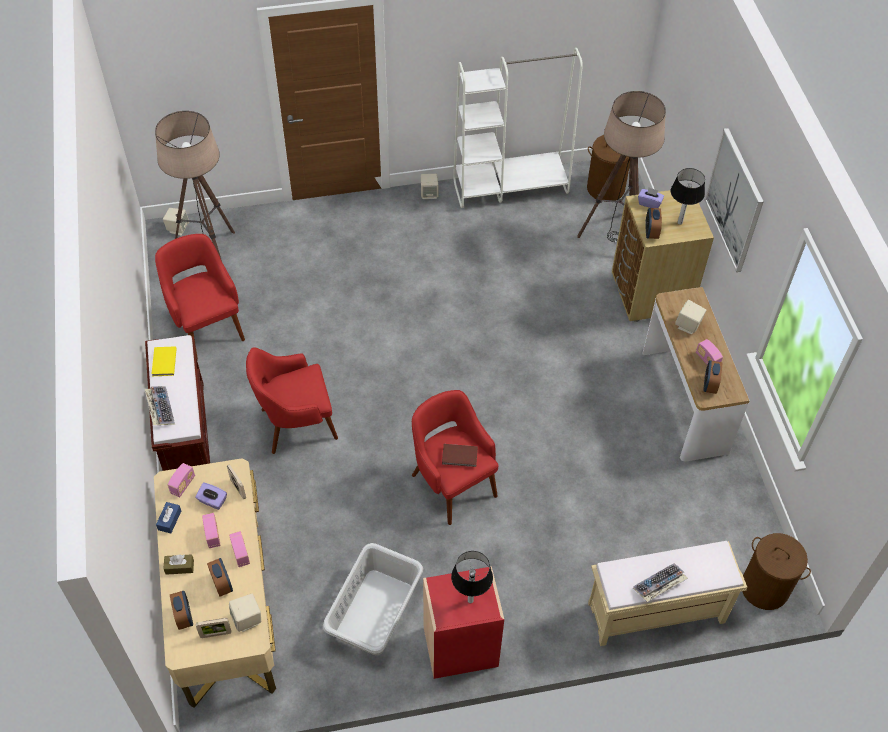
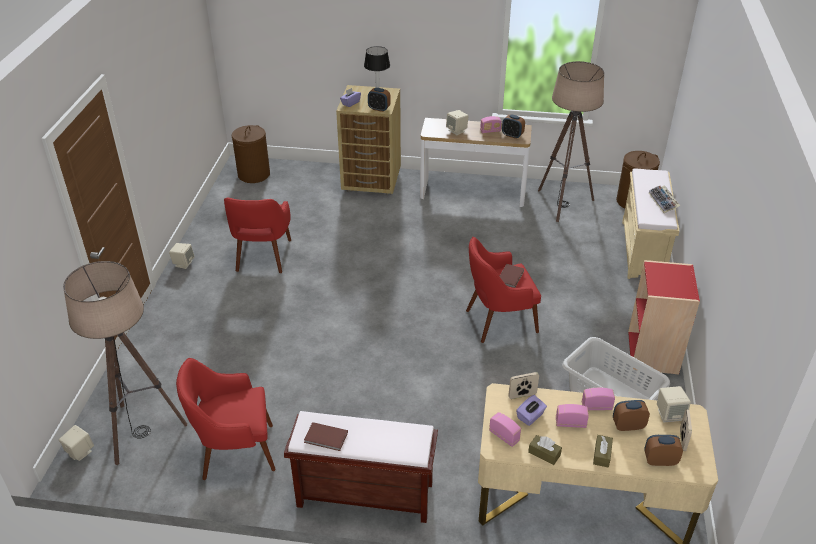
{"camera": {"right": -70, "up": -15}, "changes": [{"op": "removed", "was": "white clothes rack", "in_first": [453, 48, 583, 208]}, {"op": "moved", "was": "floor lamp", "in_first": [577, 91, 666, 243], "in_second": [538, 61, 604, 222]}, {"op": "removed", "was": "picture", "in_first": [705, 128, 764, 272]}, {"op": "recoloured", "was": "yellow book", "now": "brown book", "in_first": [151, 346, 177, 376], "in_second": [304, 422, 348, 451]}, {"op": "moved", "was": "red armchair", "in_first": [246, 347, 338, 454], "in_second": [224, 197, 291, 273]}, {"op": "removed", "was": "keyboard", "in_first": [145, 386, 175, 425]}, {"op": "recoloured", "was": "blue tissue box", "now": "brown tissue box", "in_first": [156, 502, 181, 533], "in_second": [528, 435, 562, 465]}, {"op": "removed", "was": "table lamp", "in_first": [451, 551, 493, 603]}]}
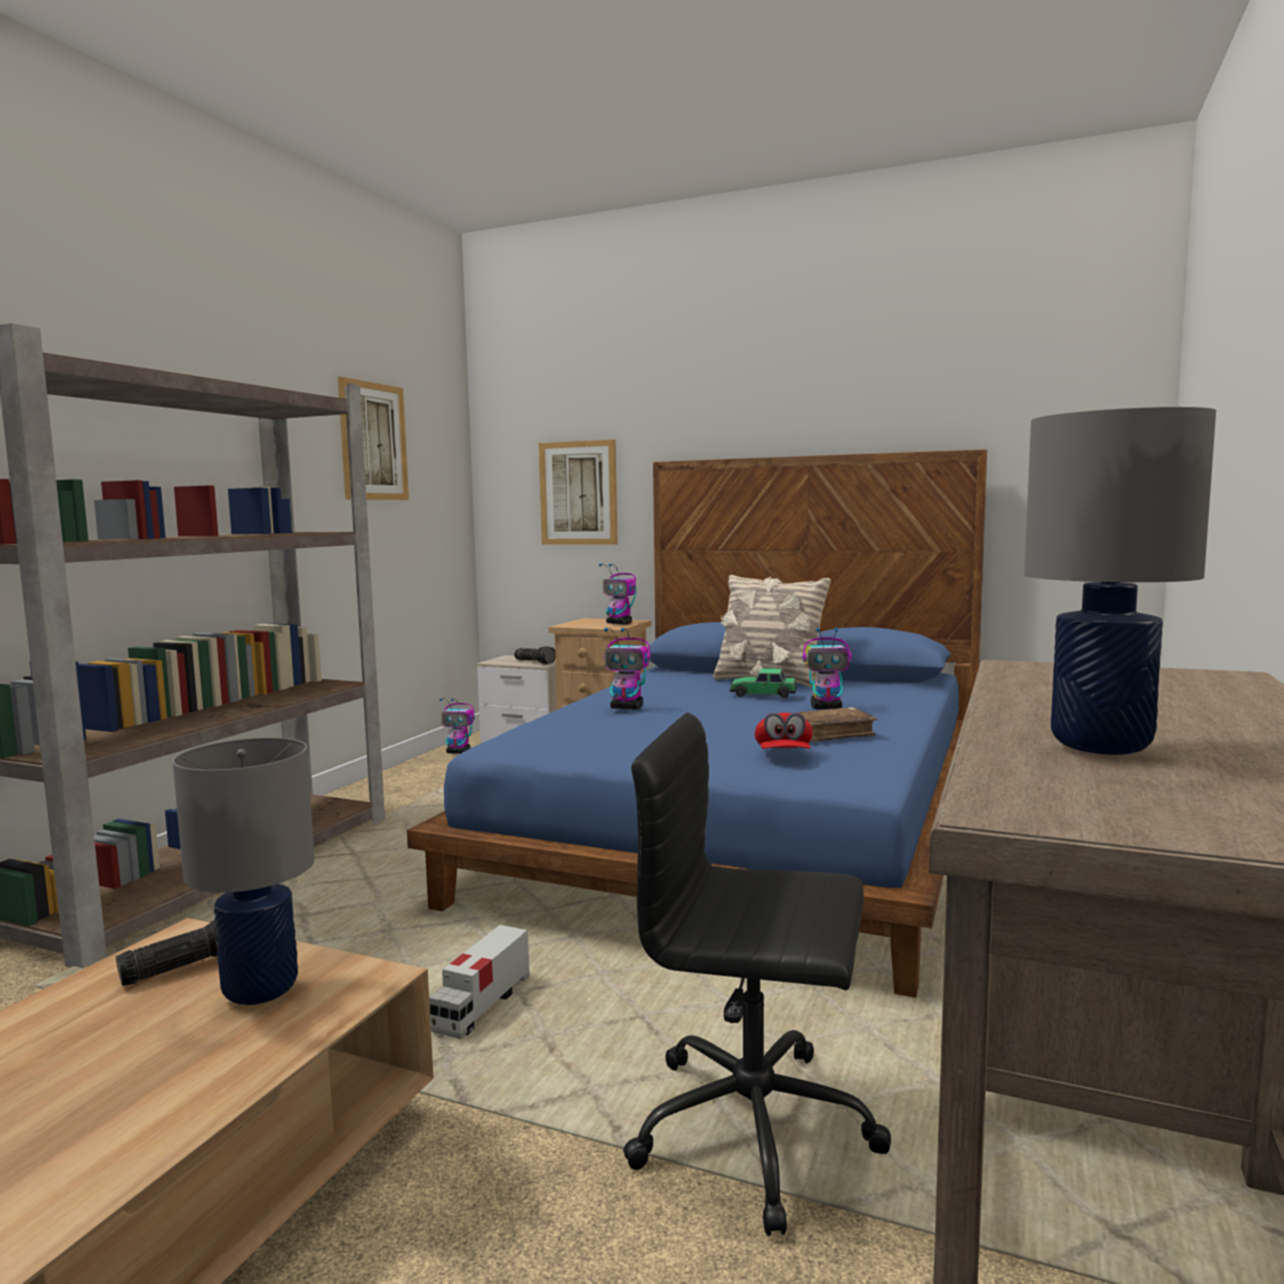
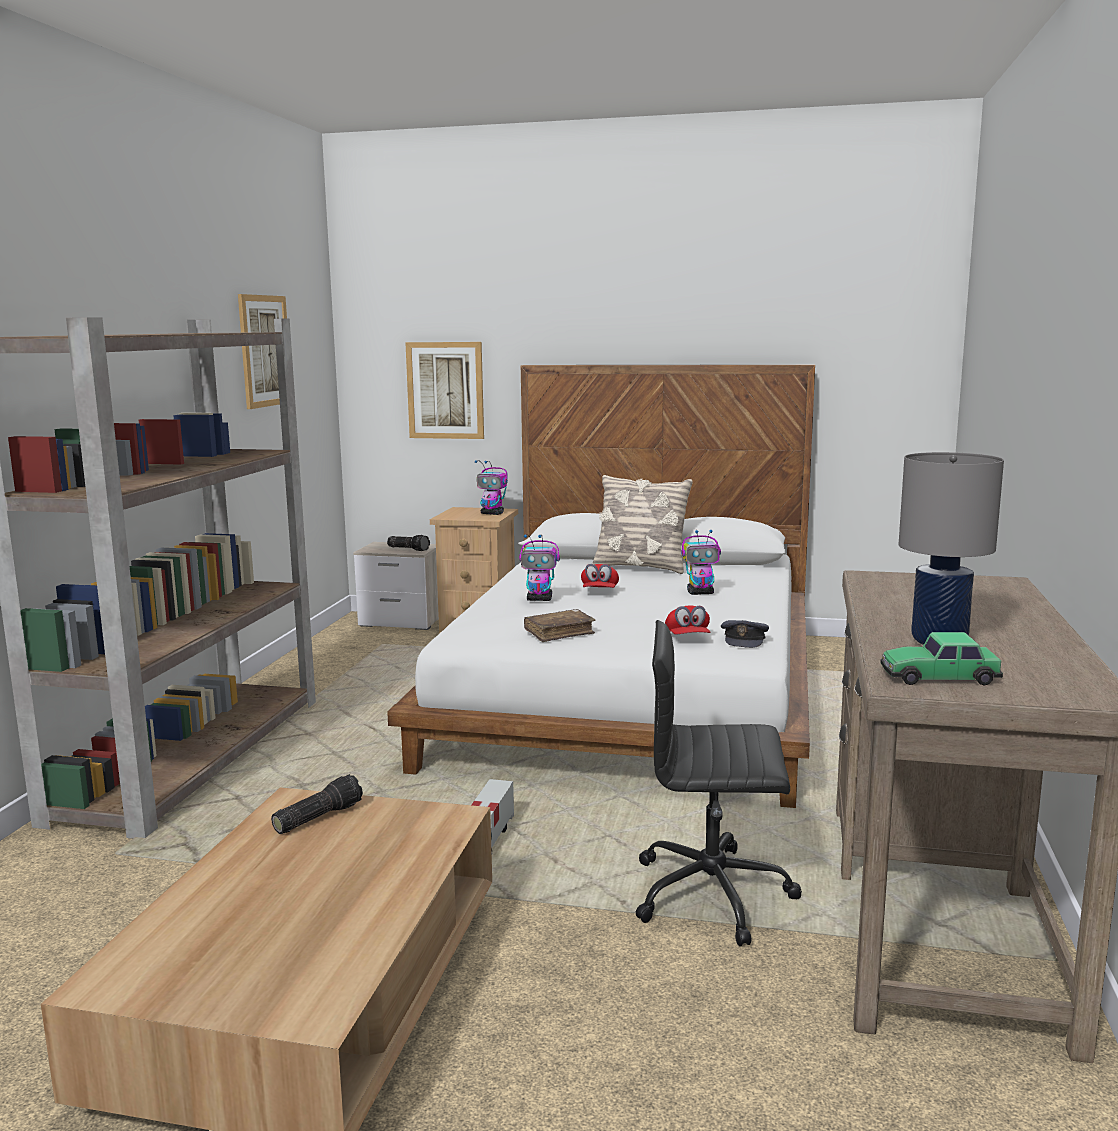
{"camera": {"right": -10, "up": 5}, "changes": [{"op": "recoloured", "was": "blue bed", "now": "white bed", "in_first": [407, 449, 987, 998], "in_second": [387, 364, 815, 808]}, {"op": "moved", "was": "toy car", "in_first": [730, 668, 797, 698], "in_second": [880, 632, 1003, 686]}, {"op": "removed", "was": "toy robot", "in_first": [440, 698, 475, 754]}, {"op": "moved", "was": "brown book", "in_first": [797, 707, 878, 742], "in_second": [524, 609, 596, 642]}, {"op": "removed", "was": "grey table lamp", "in_first": [173, 738, 315, 1005]}, {"op": "added", "now": "red cap", "in_second": [581, 564, 619, 588]}, {"op": "added", "now": "grey cap", "in_second": [721, 620, 769, 648]}]}
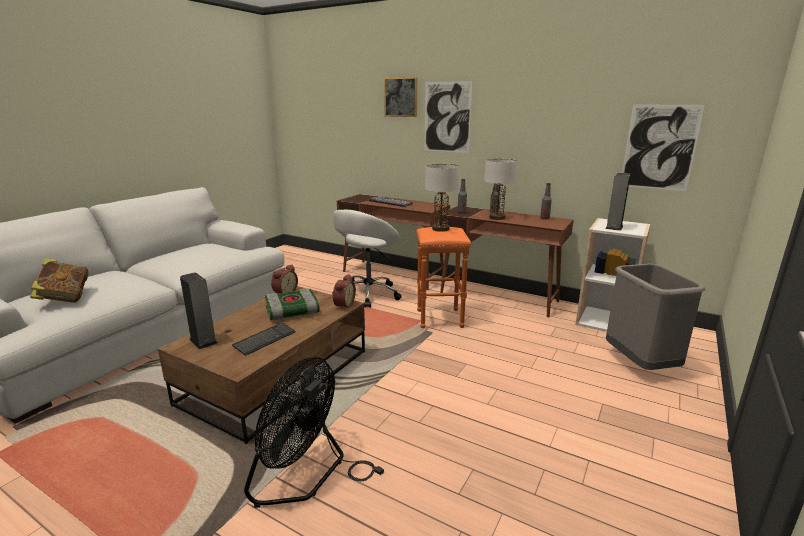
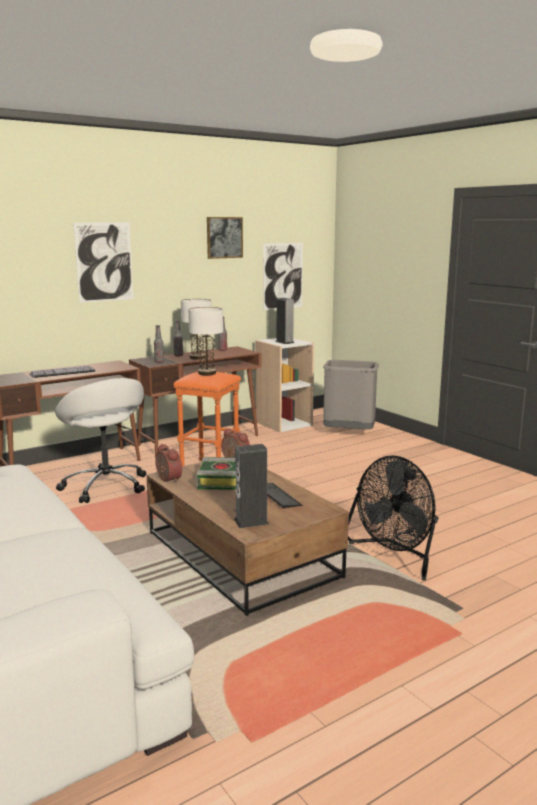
{"camera": {"right": -65, "up": -5}, "changes": [{"op": "moved", "was": "picture", "in_first": [384, 77, 417, 117], "in_second": [207, 217, 243, 259]}, {"op": "removed", "was": "book", "in_first": [30, 258, 89, 303]}]}
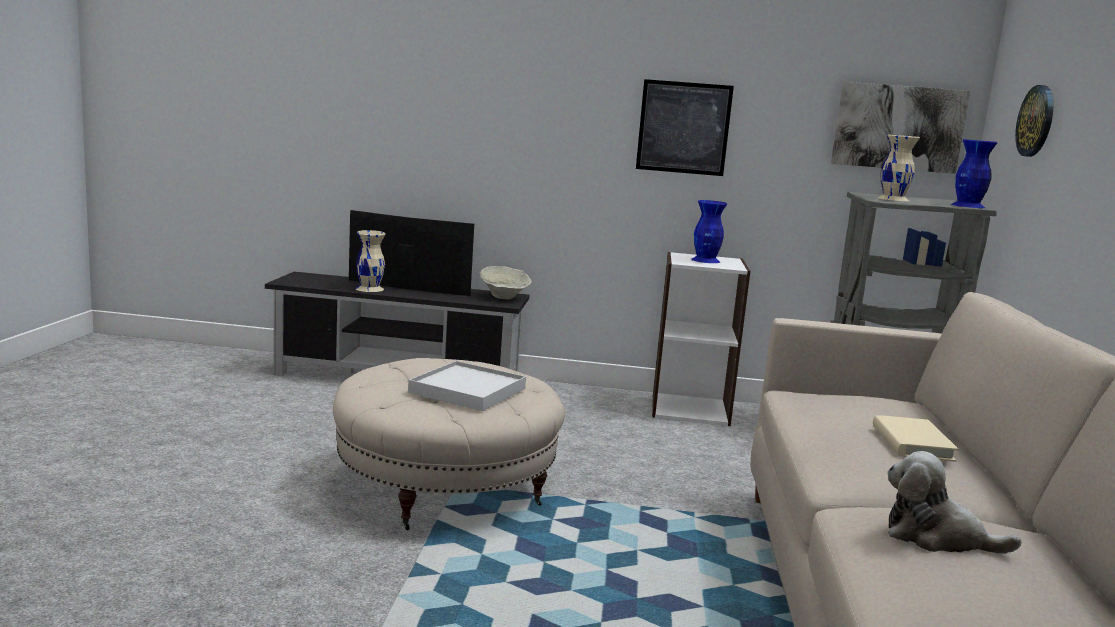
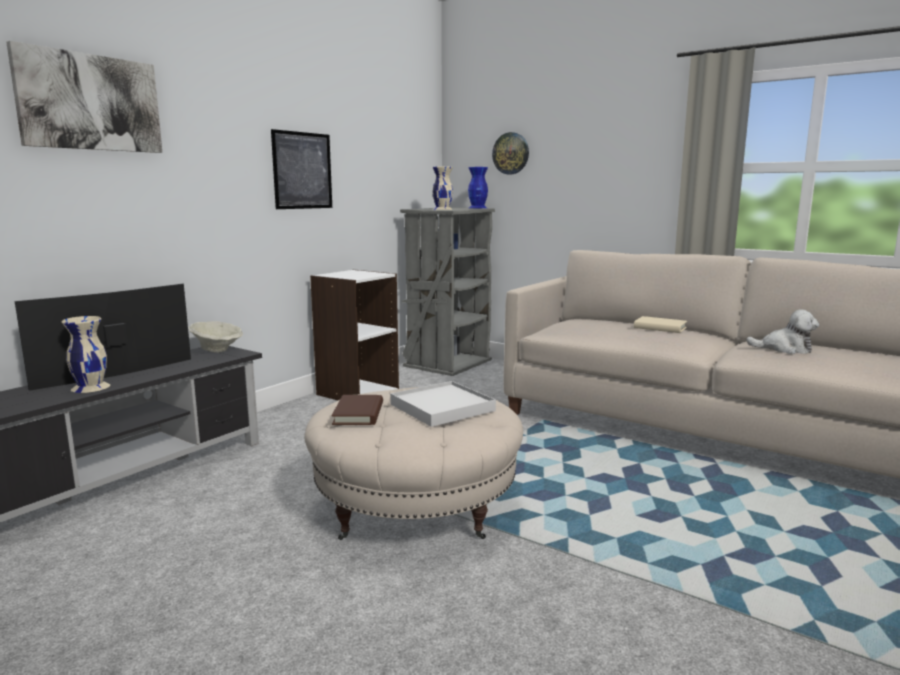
{"camera": {"right": -60, "up": 0}, "changes": [{"op": "moved", "was": "picture", "in_first": [831, 82, 970, 174], "in_second": [6, 41, 162, 153]}, {"op": "removed", "was": "blue vase", "in_first": [691, 200, 727, 263]}, {"op": "turned", "was": "plush toy", "in_first": [887, 451, 1021, 554], "in_second": [746, 309, 819, 354], "clockwise": -120}, {"op": "added", "now": "brown book", "in_second": [332, 395, 383, 425]}]}
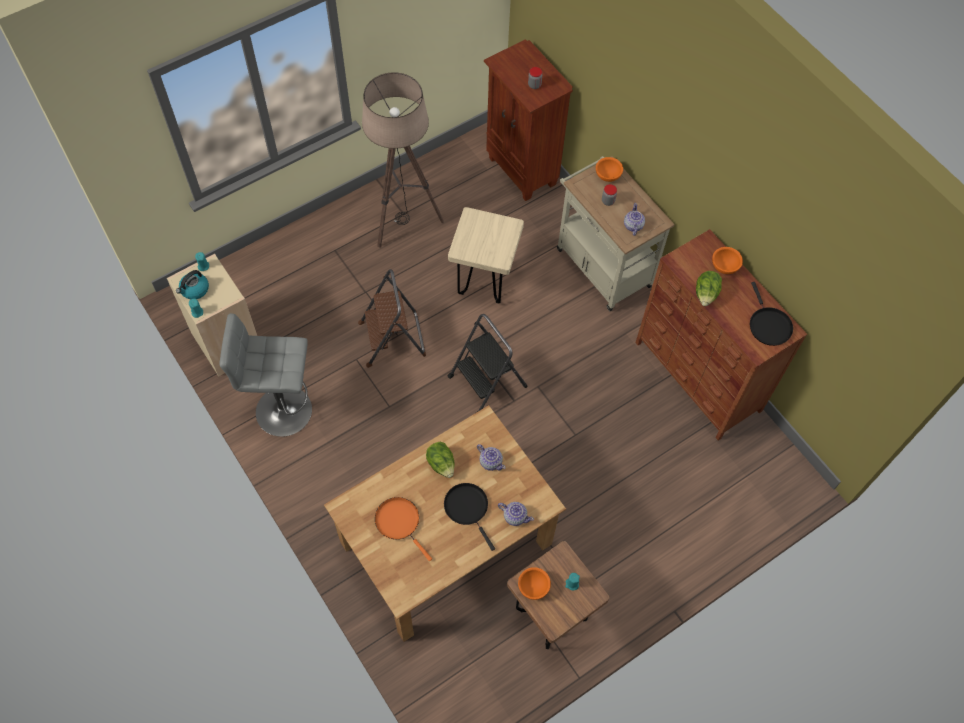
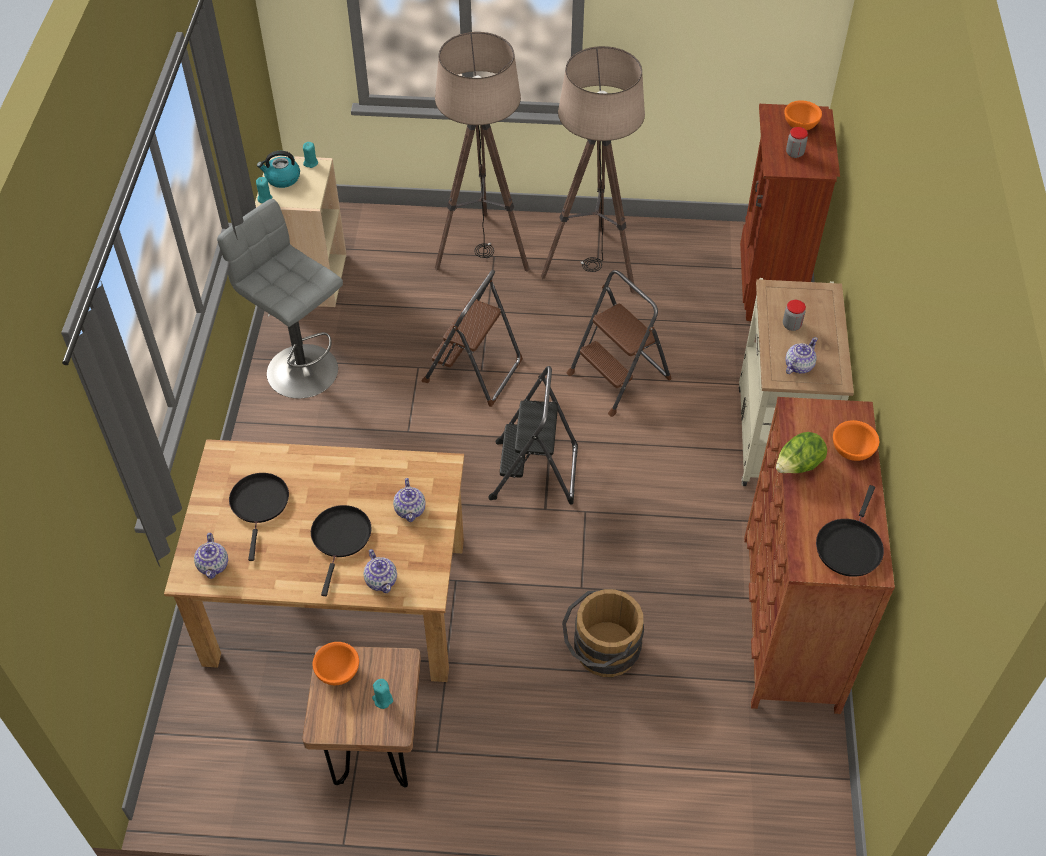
{"camera": {"right": 40, "up": -10}, "changes": [{"op": "moved", "was": "orange bowl", "in_first": [596, 157, 623, 182], "in_second": [784, 100, 822, 130]}, {"op": "replaced", "was": "beige stool", "now": "brown step ladder", "in_first": [448, 207, 524, 304], "in_second": [567, 270, 672, 417]}, {"op": "removed", "was": "lettuce", "in_first": [426, 442, 455, 478]}, {"op": "recoloured", "was": "orange frying pan", "now": "black frying pan", "in_first": [375, 497, 432, 561], "in_second": [229, 473, 289, 561]}, {"op": "added", "now": "floor lamp", "in_second": [435, 32, 529, 271]}, {"op": "added", "now": "teapot", "in_second": [194, 533, 228, 579]}, {"op": "added", "now": "brown bucket", "in_second": [562, 589, 644, 677]}]}
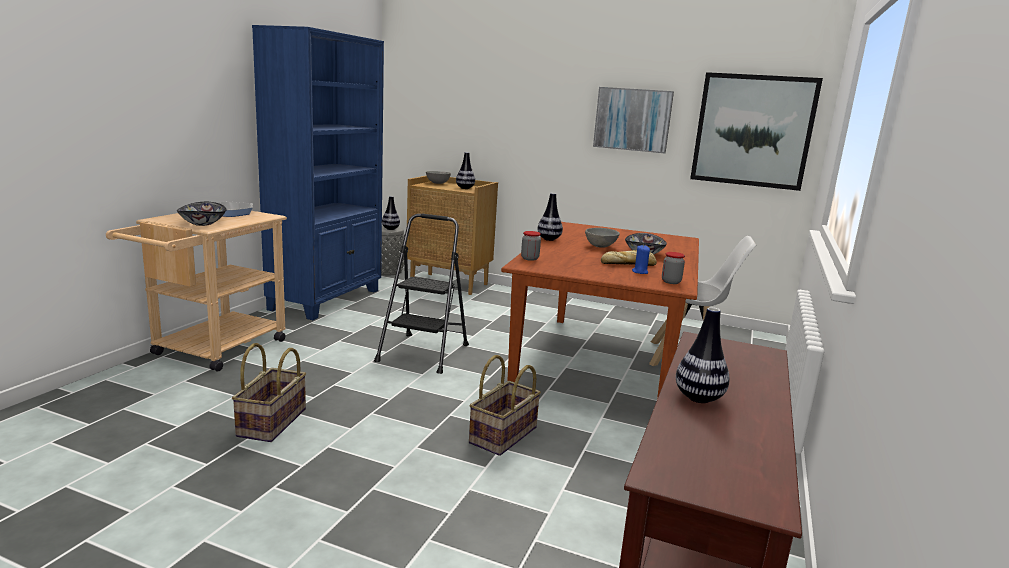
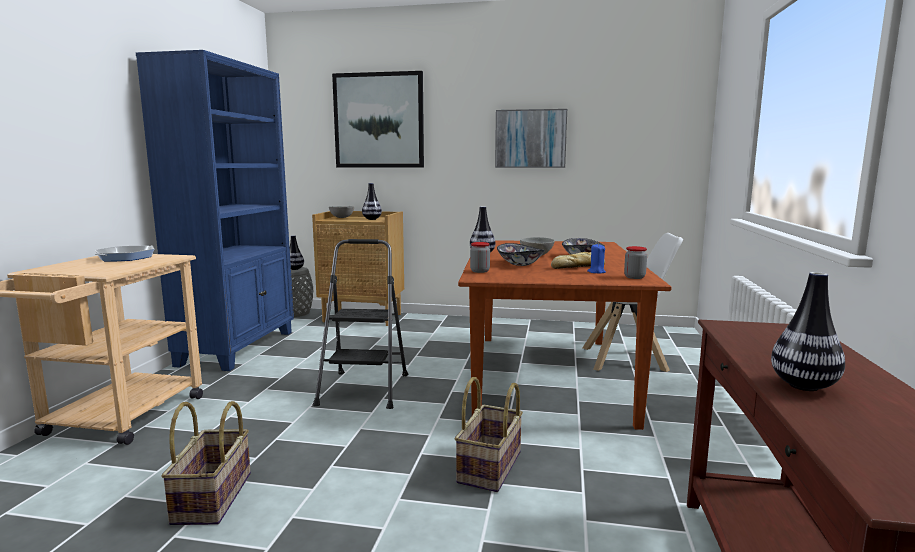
{"camera": {"right": -10, "up": -5}, "changes": [{"op": "moved", "was": "picture", "in_first": [690, 72, 823, 191], "in_second": [332, 71, 424, 168]}, {"op": "moved", "was": "bowl", "in_first": [177, 202, 227, 226], "in_second": [497, 243, 545, 266]}]}
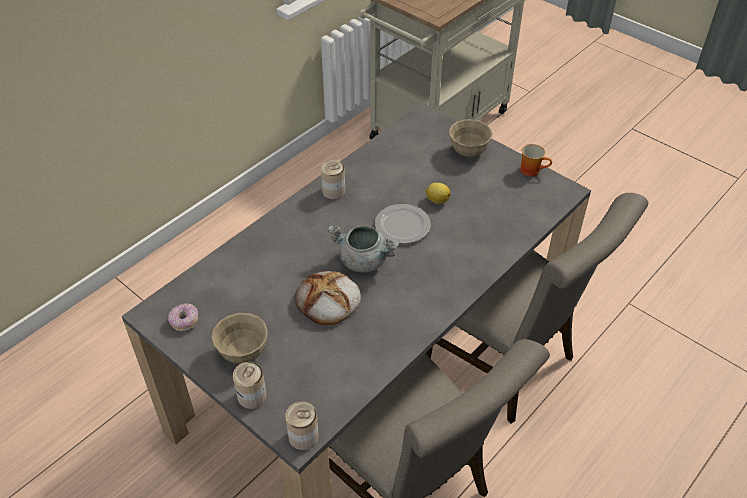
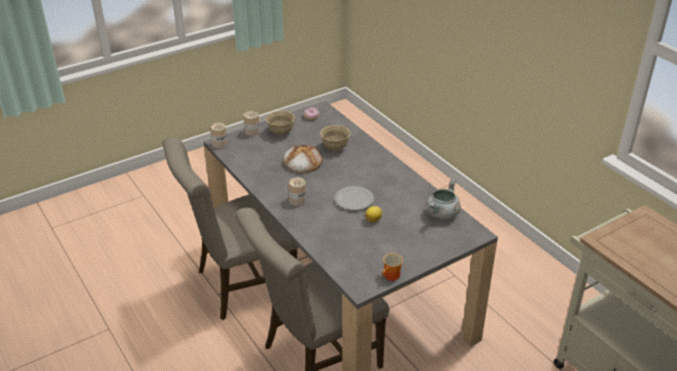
{"camera": {"right": 105, "up": -10}, "changes": [{"op": "moved", "was": "beige bowl", "in_first": [449, 119, 493, 157], "in_second": [320, 125, 351, 150]}, {"op": "moved", "was": "can", "in_first": [321, 160, 345, 199], "in_second": [288, 177, 306, 206]}, {"op": "moved", "was": "grey cooking pot", "in_first": [328, 225, 399, 273], "in_second": [426, 179, 461, 220]}]}
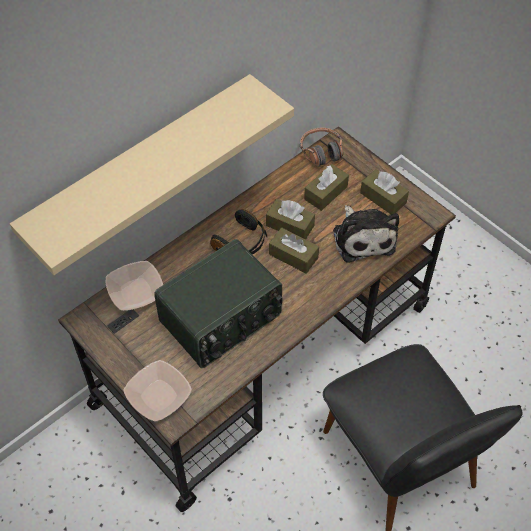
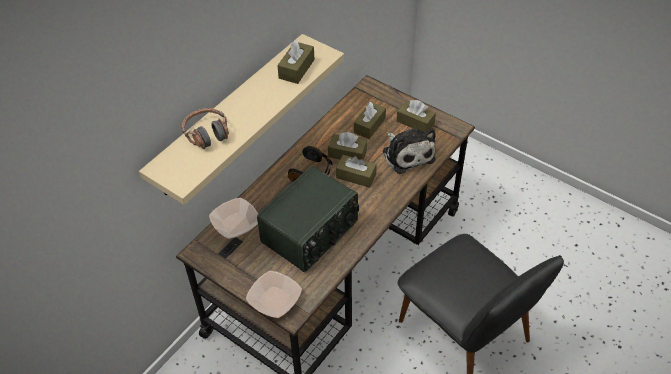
{"camera": {"right": -10, "up": -5}, "changes": [{"op": "moved", "was": "headphones", "in_first": [300, 128, 343, 167], "in_second": [182, 108, 229, 149]}, {"op": "added", "now": "brown tissue box", "in_second": [277, 40, 315, 84]}]}
